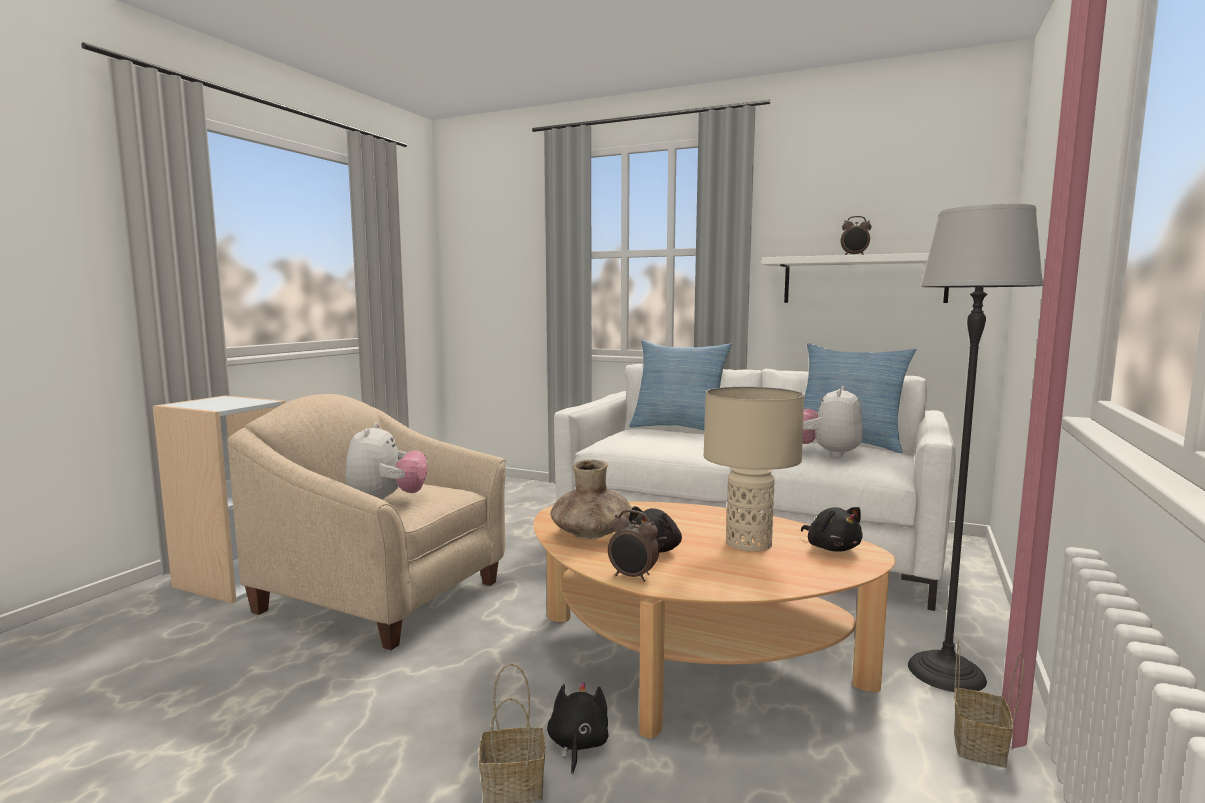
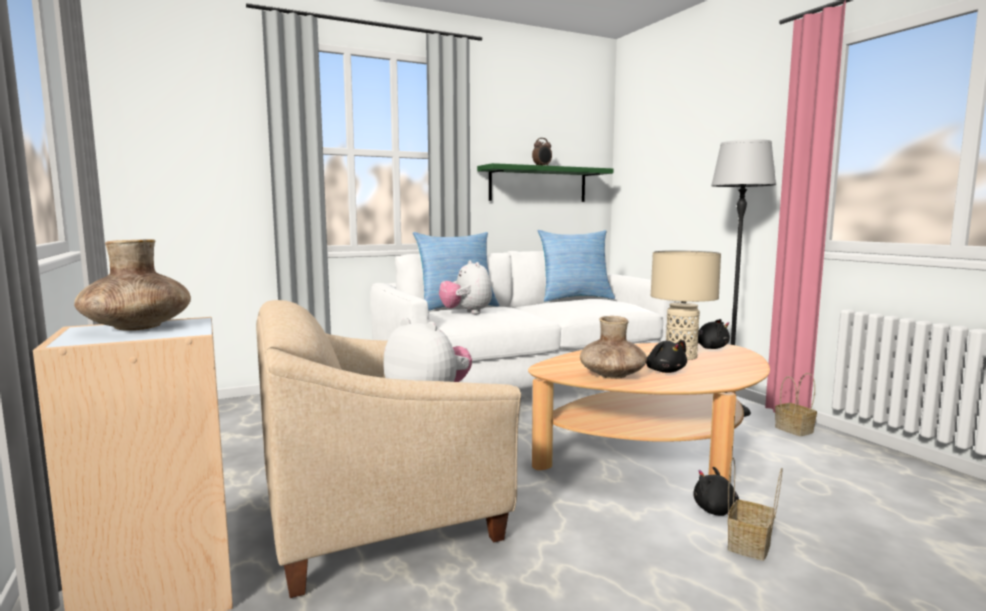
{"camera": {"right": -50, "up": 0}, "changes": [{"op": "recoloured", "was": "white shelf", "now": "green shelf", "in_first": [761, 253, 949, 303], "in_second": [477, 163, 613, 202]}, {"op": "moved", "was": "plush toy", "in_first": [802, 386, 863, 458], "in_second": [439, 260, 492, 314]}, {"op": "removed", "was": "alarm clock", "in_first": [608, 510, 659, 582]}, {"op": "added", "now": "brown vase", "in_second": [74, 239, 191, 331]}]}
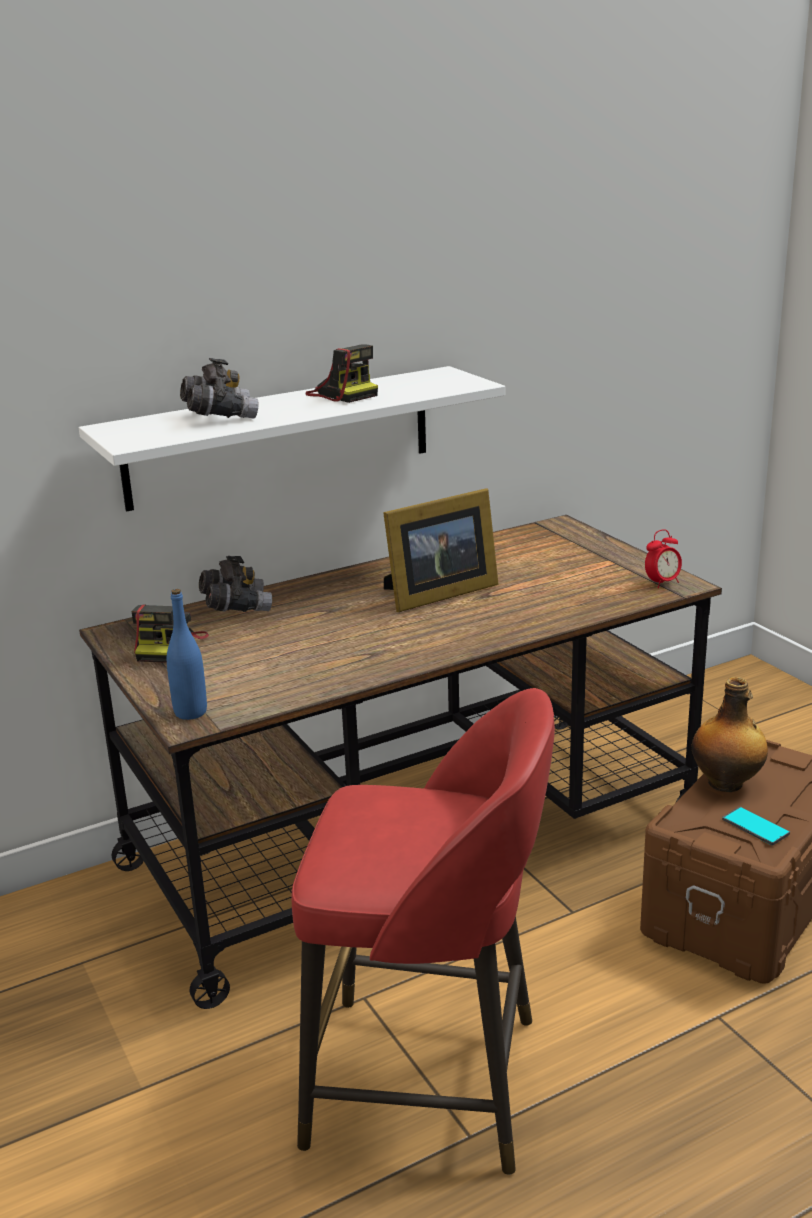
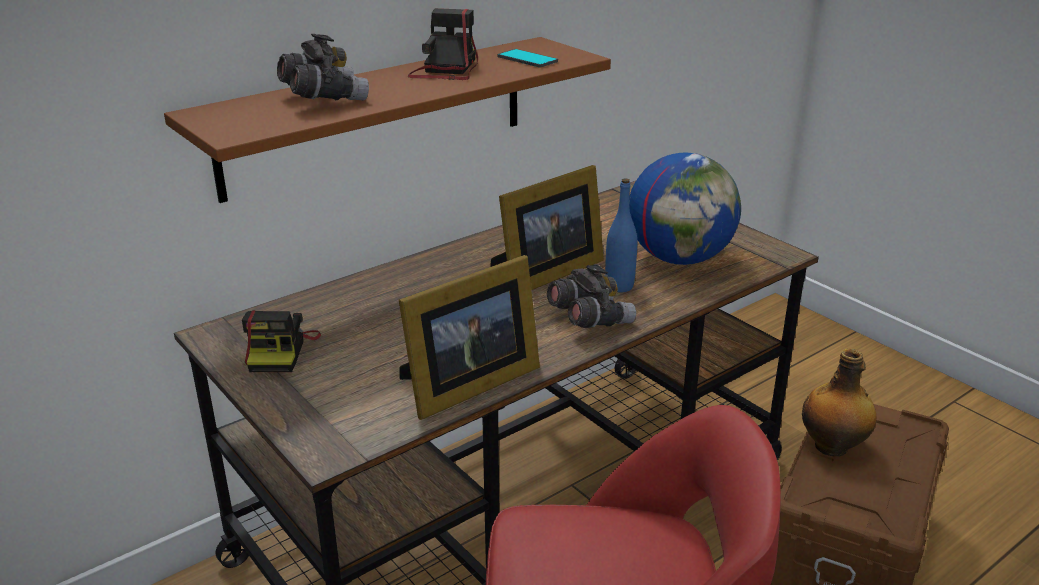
{"camera": {"right": -10, "up": 5}, "changes": [{"op": "turned", "was": "photo camera", "in_first": [305, 344, 378, 403], "in_second": [408, 8, 478, 80], "clockwise": -120}, {"op": "recoloured", "was": "white shelf", "now": "brown shelf", "in_first": [79, 366, 505, 511], "in_second": [164, 37, 611, 203]}, {"op": "removed", "was": "alarm clock", "in_first": [645, 529, 682, 588]}, {"op": "moved", "was": "grey binoculars", "in_first": [199, 556, 272, 612], "in_second": [547, 264, 636, 328]}, {"op": "moved", "was": "blue bottle", "in_first": [167, 589, 207, 720], "in_second": [605, 178, 637, 293]}, {"op": "moved", "was": "phone", "in_first": [722, 806, 790, 845], "in_second": [497, 49, 558, 68]}, {"op": "added", "now": "globe", "in_second": [629, 153, 741, 265]}, {"op": "added", "now": "picture frame", "in_second": [399, 255, 540, 420]}]}
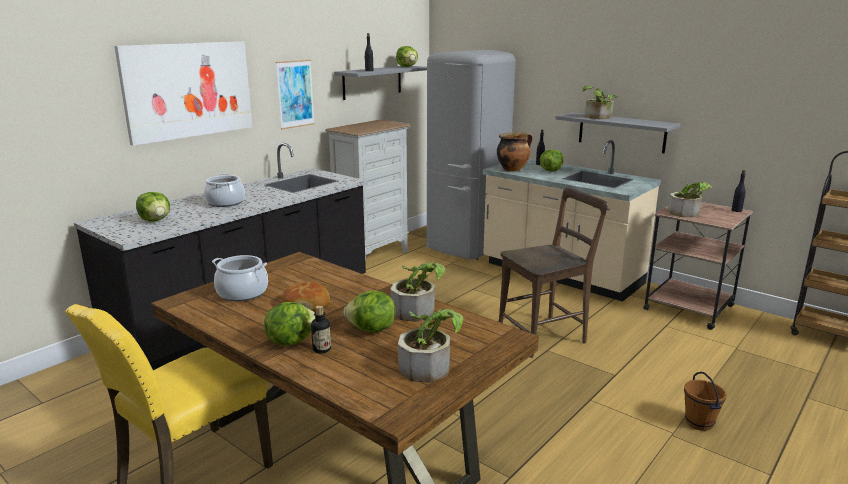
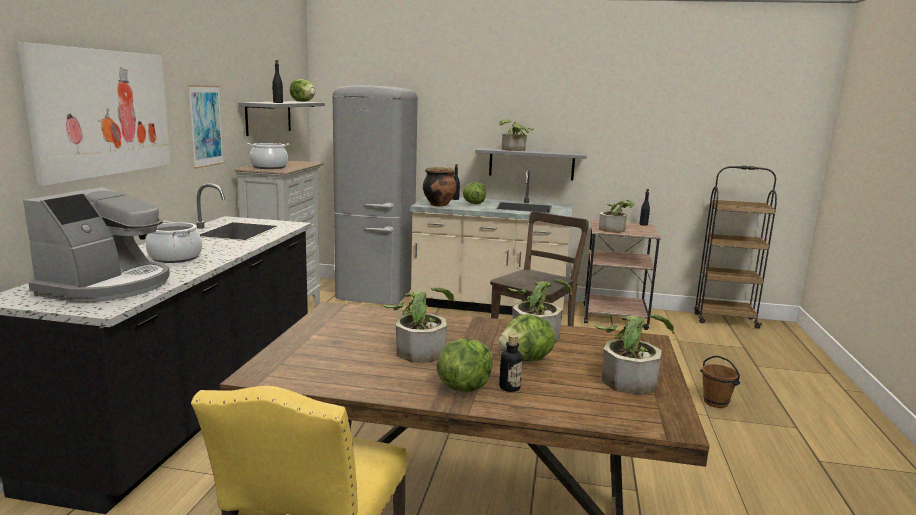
{"camera": {"right": -30, "up": -5}, "changes": [{"op": "replaced", "was": "lettuce", "now": "coffee machine", "in_first": [136, 192, 170, 222], "in_second": [23, 187, 170, 302]}, {"op": "moved", "was": "cooking pot", "in_first": [212, 255, 268, 301], "in_second": [247, 143, 289, 169]}, {"op": "replaced", "was": "bread", "now": "potted plant", "in_first": [283, 282, 330, 311], "in_second": [383, 287, 455, 362]}]}
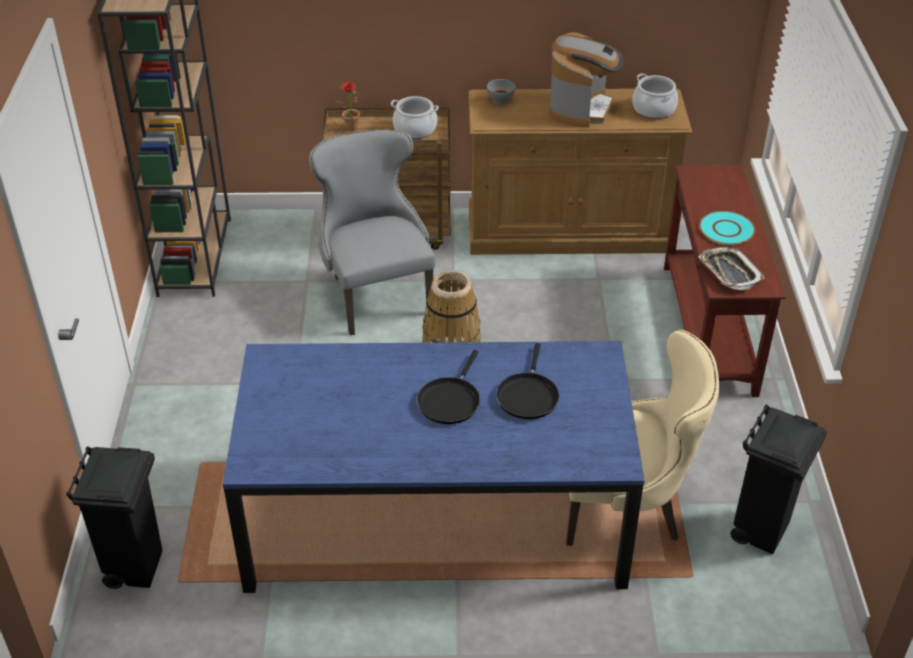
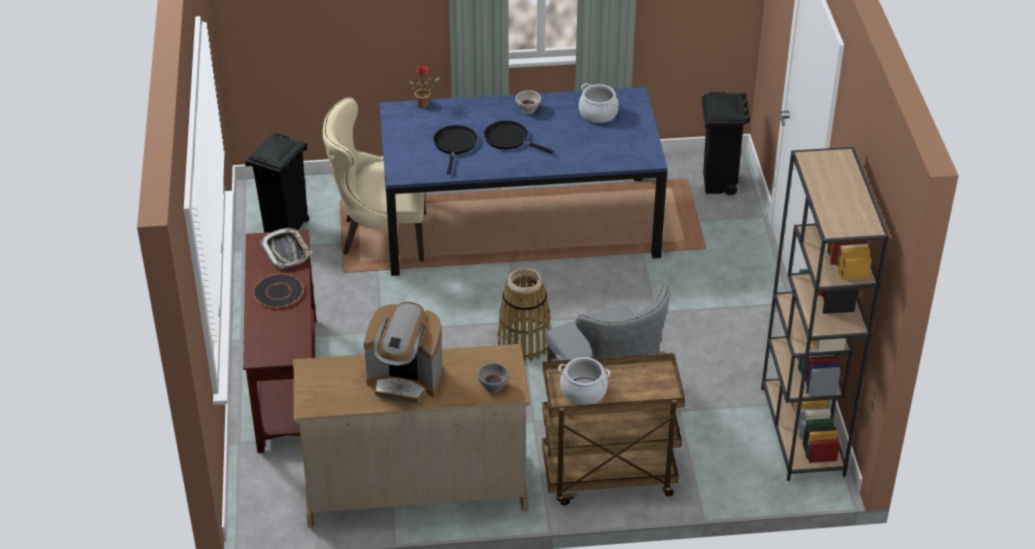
{"camera": {"right": 175, "up": 0}, "changes": [{"op": "turned", "was": "coffee machine", "in_first": [549, 32, 624, 128], "in_second": [363, 302, 443, 404], "clockwise": -90}, {"op": "moved", "was": "cooking pot", "in_first": [632, 73, 678, 119], "in_second": [579, 83, 619, 123]}, {"op": "moved", "was": "potted plant", "in_first": [330, 82, 363, 131], "in_second": [409, 66, 440, 108]}, {"op": "recoloured", "was": "turquoise plate", "now": "black plate", "in_first": [699, 211, 755, 245], "in_second": [253, 274, 304, 308]}, {"op": "turned", "was": "black frying pan", "in_first": [417, 350, 480, 424], "in_second": [484, 121, 554, 154], "clockwise": -75}, {"op": "added", "now": "white bowl", "in_second": [516, 90, 541, 114]}]}
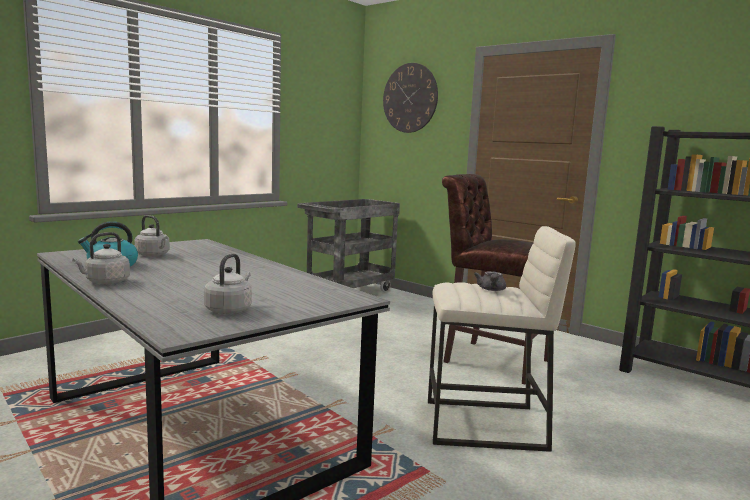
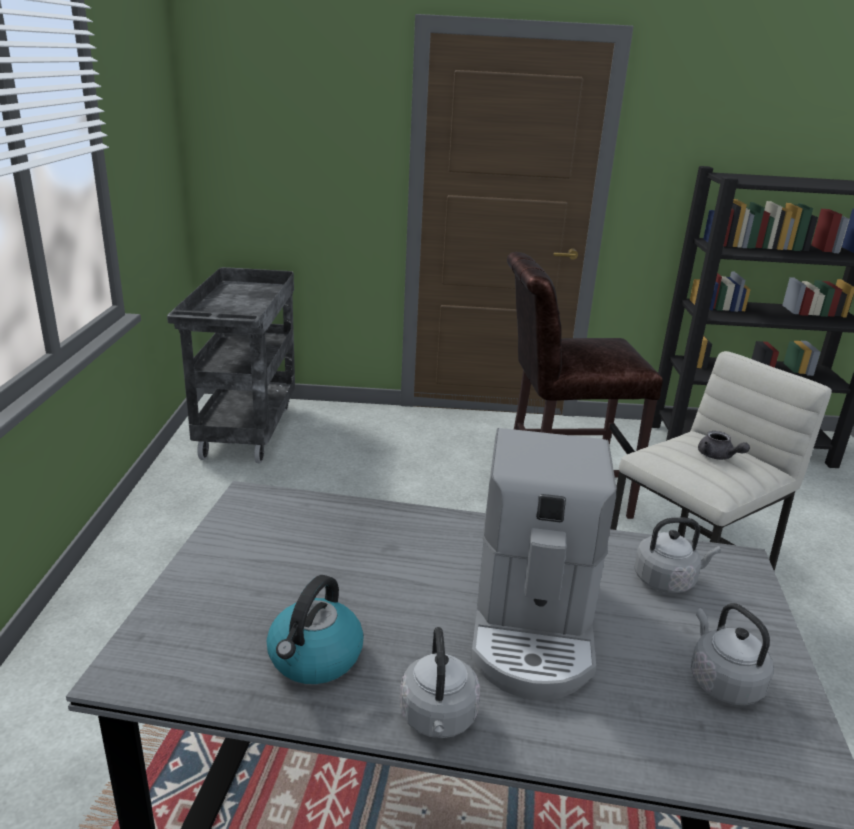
{"camera": {"right": -40, "up": 15}, "changes": [{"op": "removed", "was": "wall clock", "in_first": [383, 63, 438, 133]}, {"op": "moved", "was": "grey kettle", "in_first": [135, 215, 170, 256], "in_second": [634, 517, 721, 593]}, {"op": "added", "now": "coffee machine", "in_second": [471, 428, 617, 700]}]}
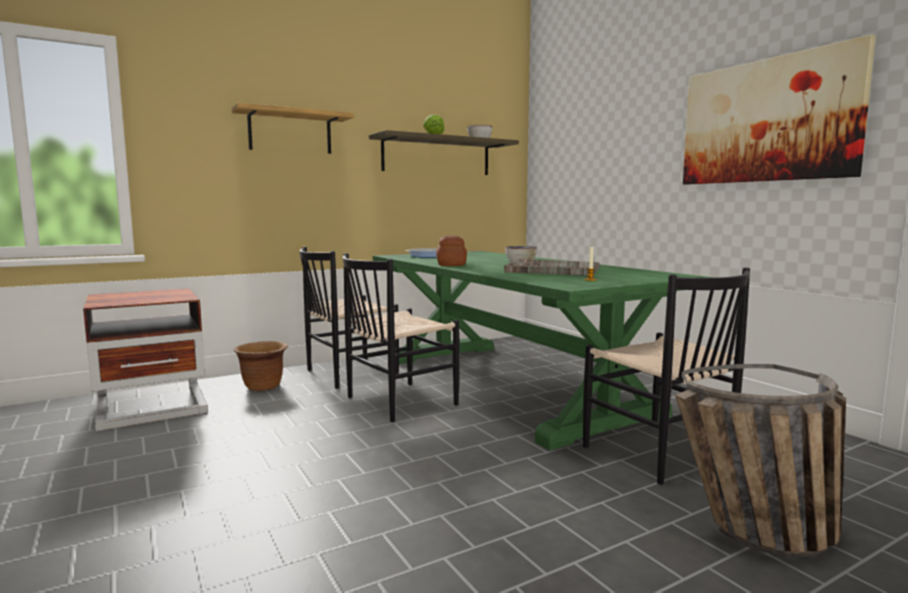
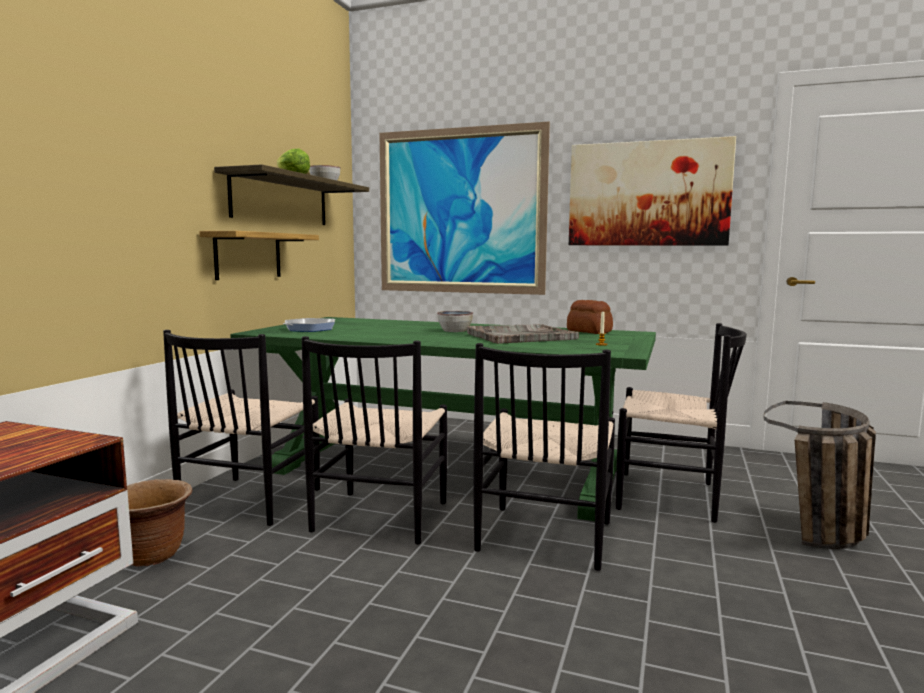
{"camera": {"right": -40, "up": 0}, "changes": [{"op": "moved", "was": "shelf", "in_first": [231, 103, 354, 154], "in_second": [199, 231, 319, 280]}, {"op": "moved", "was": "bread", "in_first": [436, 236, 467, 266], "in_second": [567, 300, 613, 334]}, {"op": "added", "now": "picture", "in_second": [379, 122, 550, 295]}, {"op": "added", "now": "black chair", "in_second": [473, 343, 615, 571]}]}
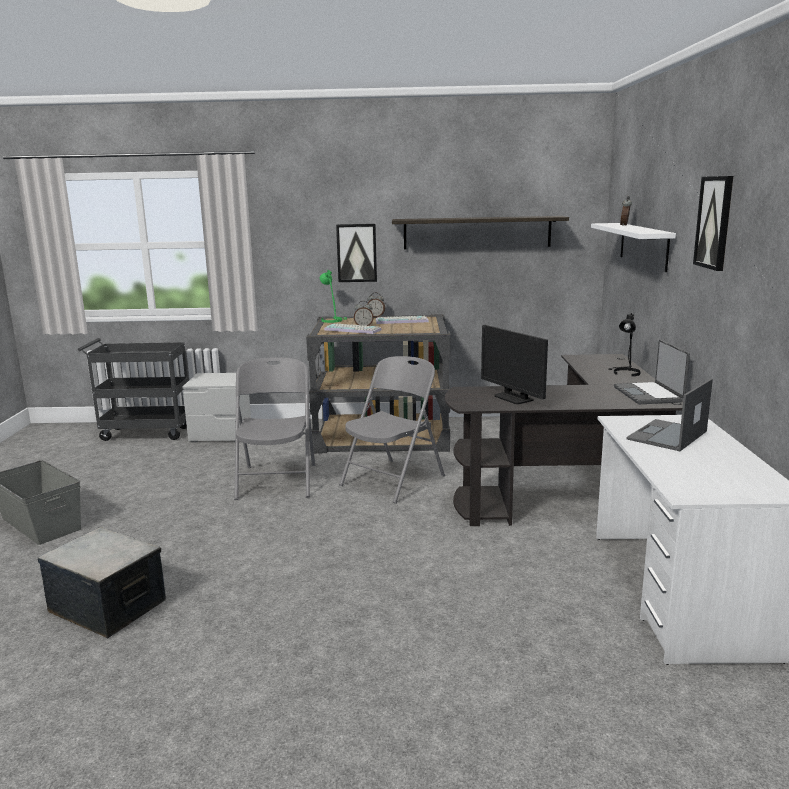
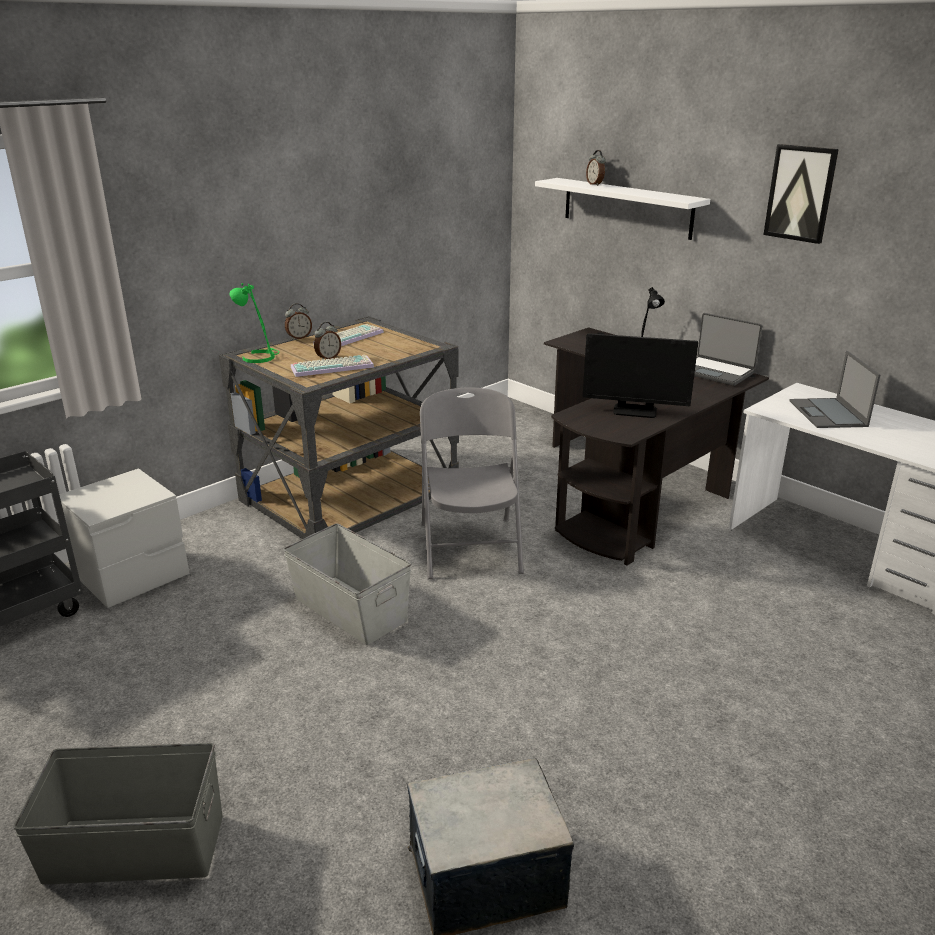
{"camera": {"right": -45, "up": 10}, "changes": [{"op": "removed", "was": "shelf", "in_first": [392, 216, 569, 250]}, {"op": "removed", "was": "picture", "in_first": [336, 224, 377, 282]}, {"op": "replaced", "was": "grey chair", "now": "grey storage box", "in_first": [234, 357, 316, 500], "in_second": [283, 524, 411, 645]}]}
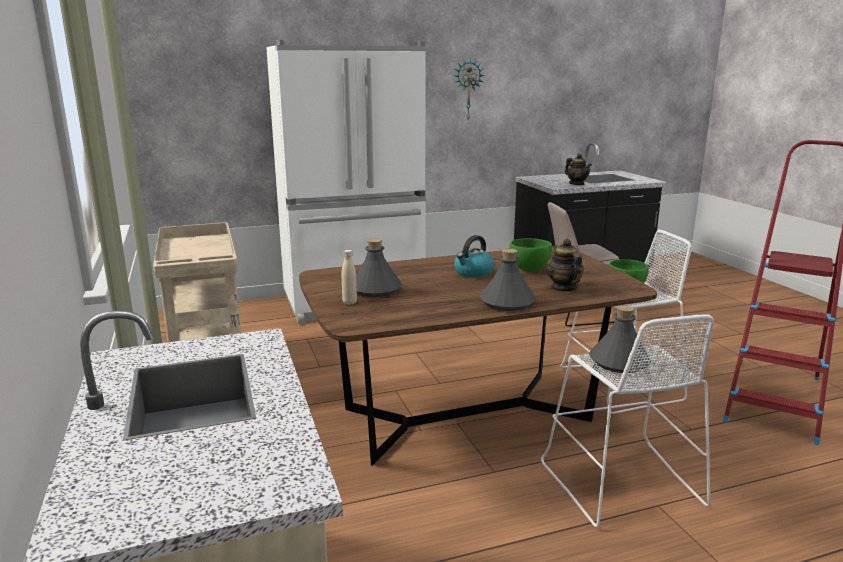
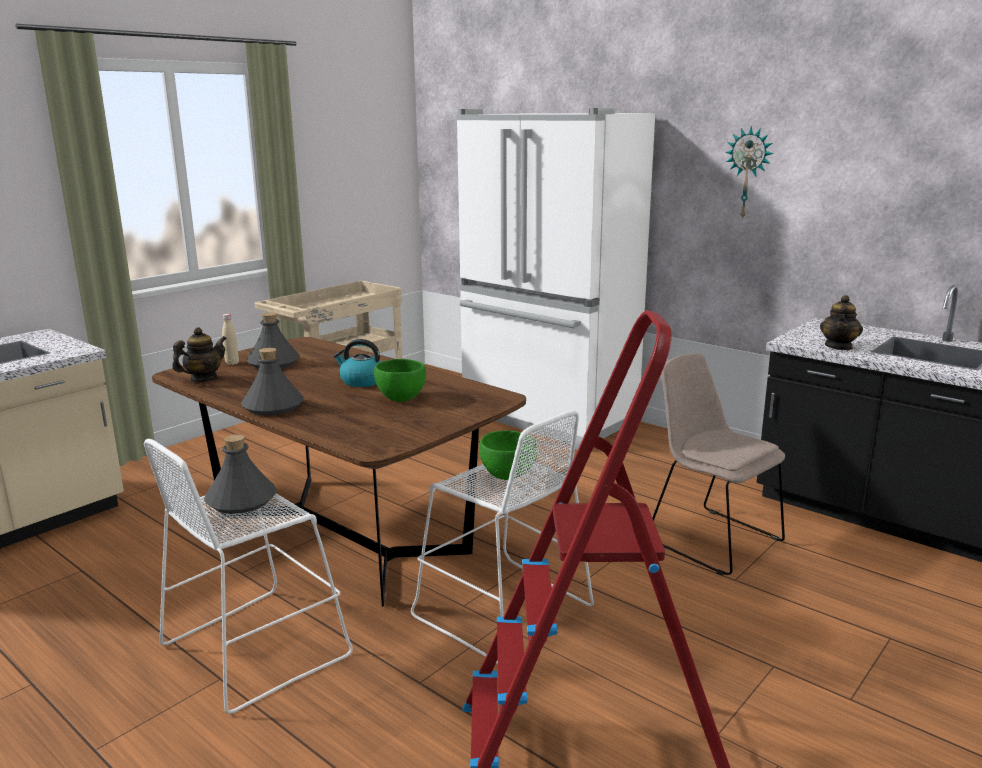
{"camera": {"right": 60, "up": 0}, "changes": [{"op": "moved", "was": "teapot", "in_first": [547, 239, 584, 292], "in_second": [172, 327, 227, 382]}]}
